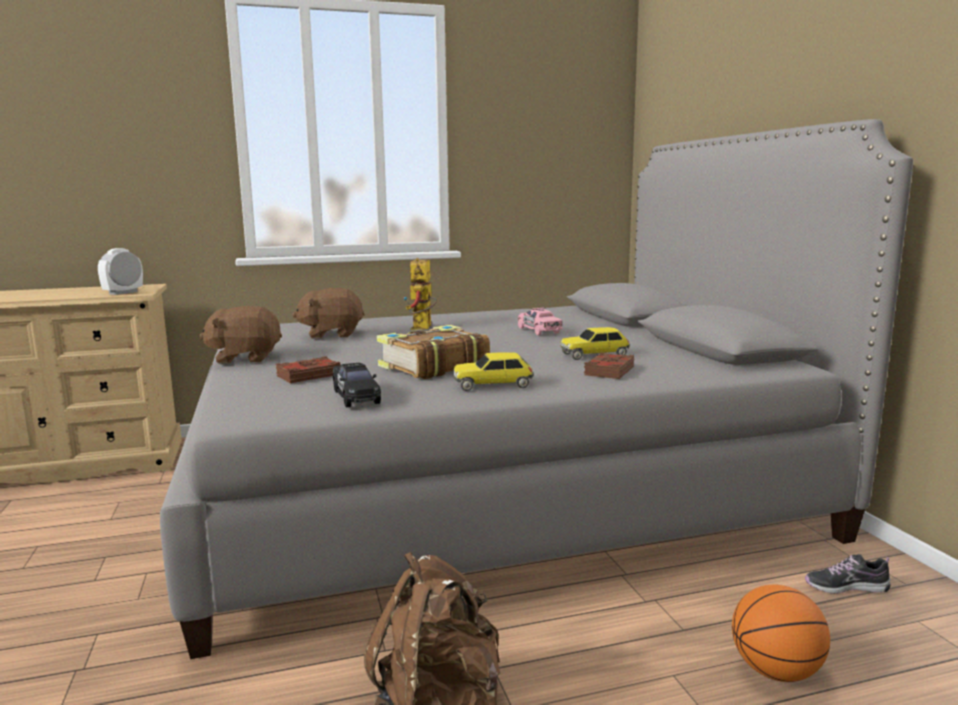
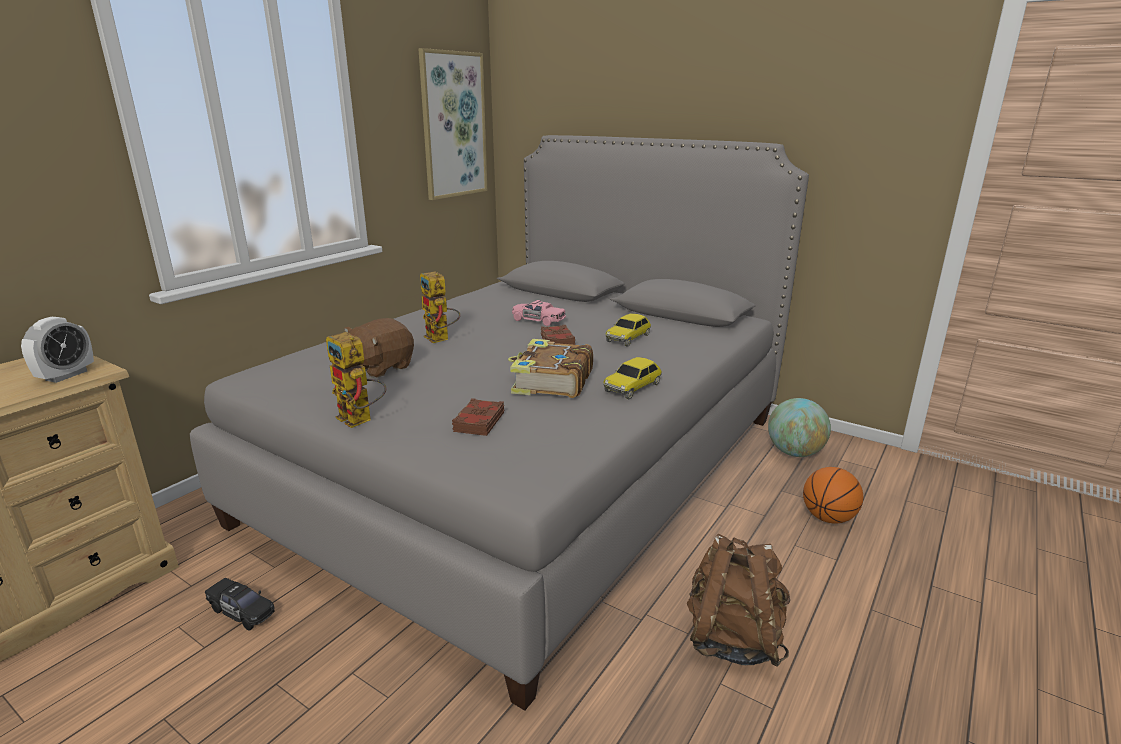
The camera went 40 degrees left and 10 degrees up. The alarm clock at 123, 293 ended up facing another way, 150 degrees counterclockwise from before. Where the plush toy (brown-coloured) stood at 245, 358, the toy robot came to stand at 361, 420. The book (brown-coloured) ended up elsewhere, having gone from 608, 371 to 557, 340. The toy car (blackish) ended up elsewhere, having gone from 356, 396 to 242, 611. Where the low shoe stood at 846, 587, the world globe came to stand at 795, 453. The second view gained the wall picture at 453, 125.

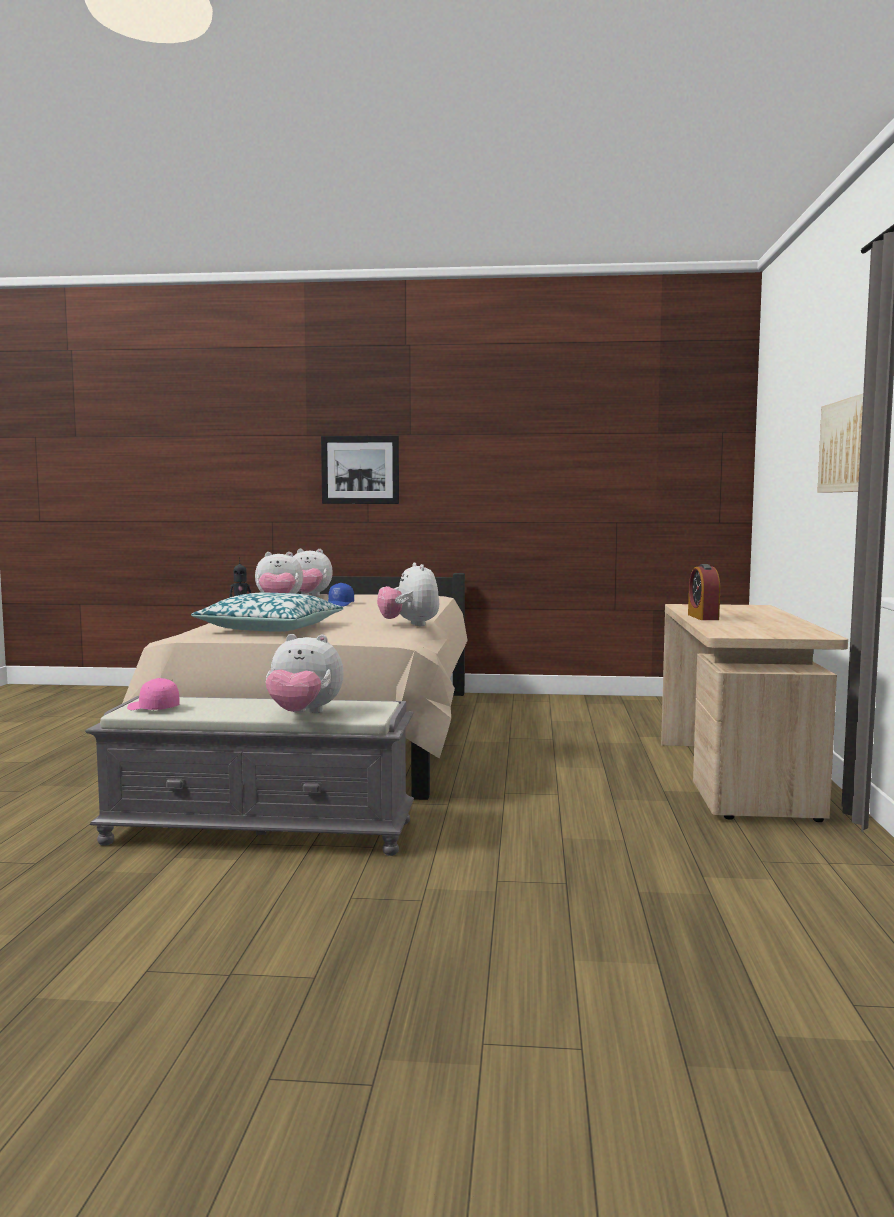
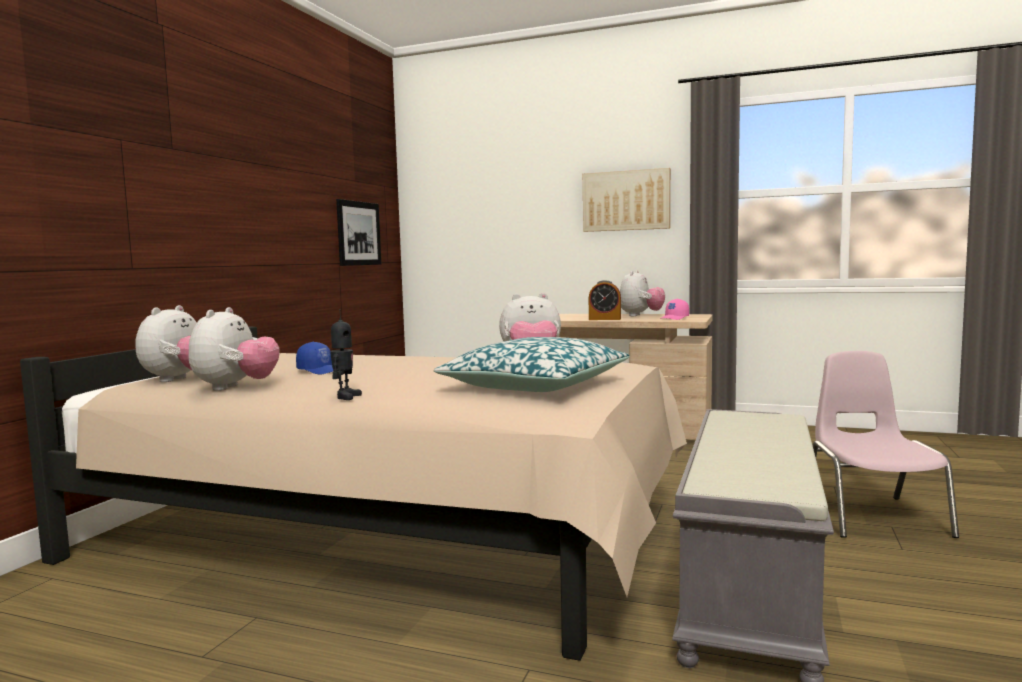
The camera went 75 degrees left and 0 degrees up. The wall picture ended up elsewhere, having gone from 360, 470 to 359, 233. The plush toy ended up elsewhere, having gone from 303, 714 to 640, 315. The cap (pink-coloured) ended up elsewhere, having gone from 152, 708 to 674, 318. The second view gained the plain chair (pink-coloured) at 873, 516.

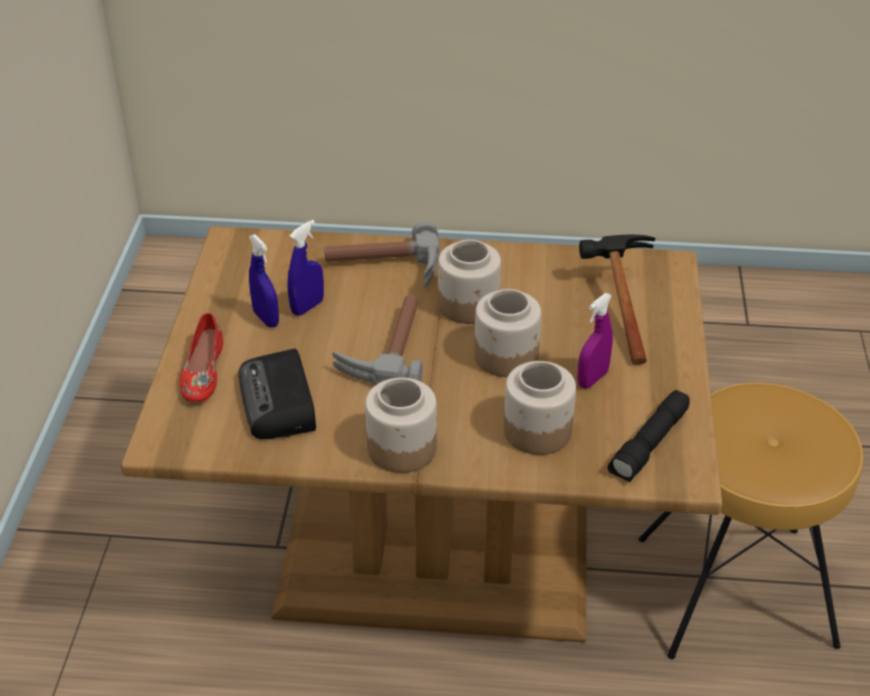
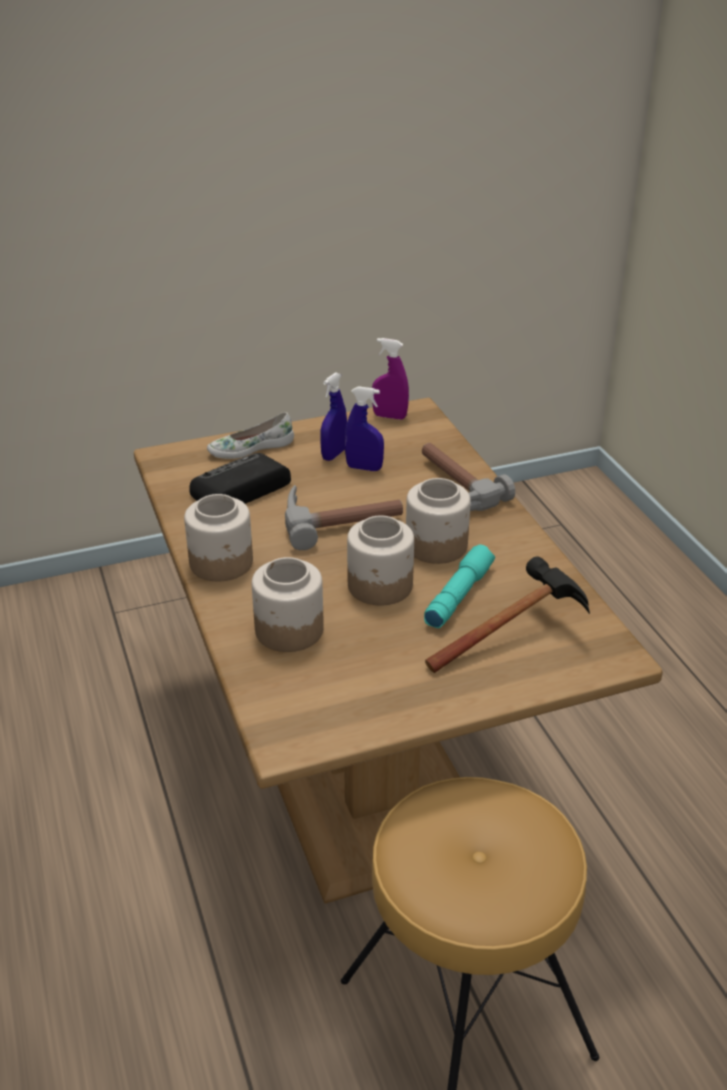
The camera went 65 degrees right and 5 degrees down. The hand sprayer (purplish) ended up elsewhere, having gone from 592, 379 to 389, 416. What was the low shoe (red) at 202, 372 turned into the low shoe (white-coloured) at 251, 447. The second view lost the flashlight (blackish) at 650, 445. The second view gained the flashlight (blue-green) at 458, 595.

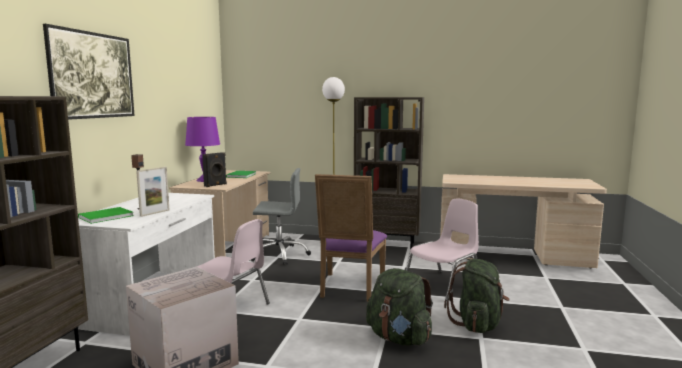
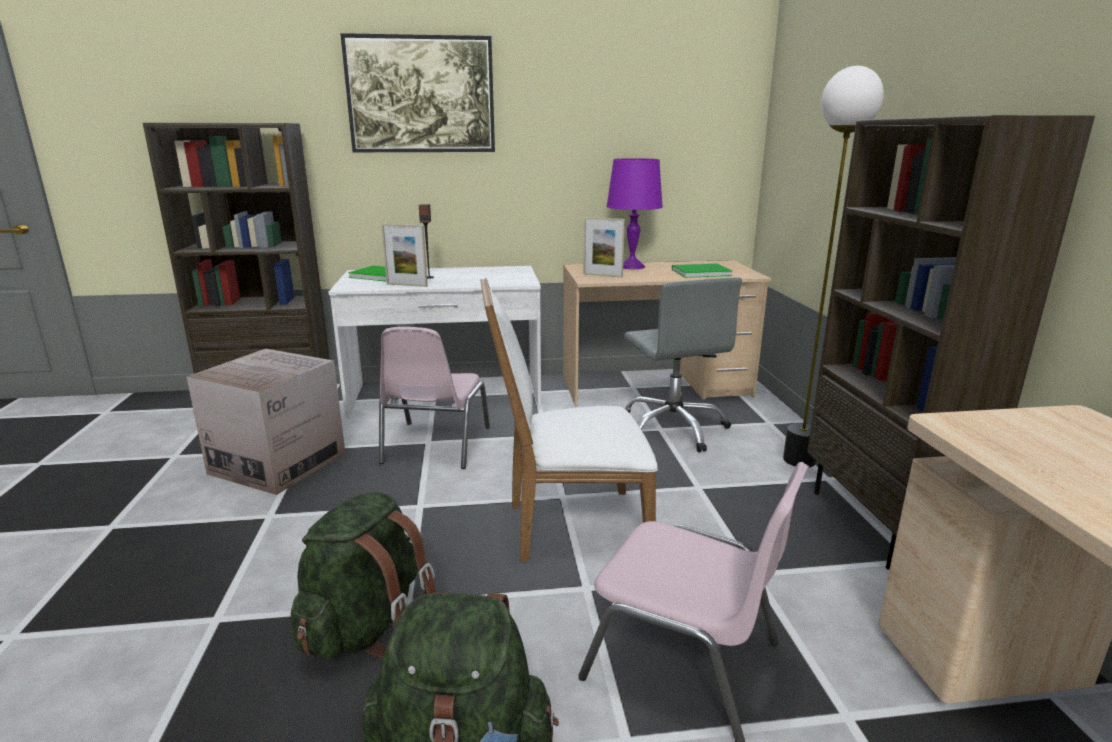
The camera went 70 degrees right and 10 degrees up. Where the audio speaker (blackish) stood at 215, 185, the picture frame came to stand at 602, 275. What was the plain chair (purplish) at 350, 289 turned into the plain chair (white-coloured) at 568, 527.

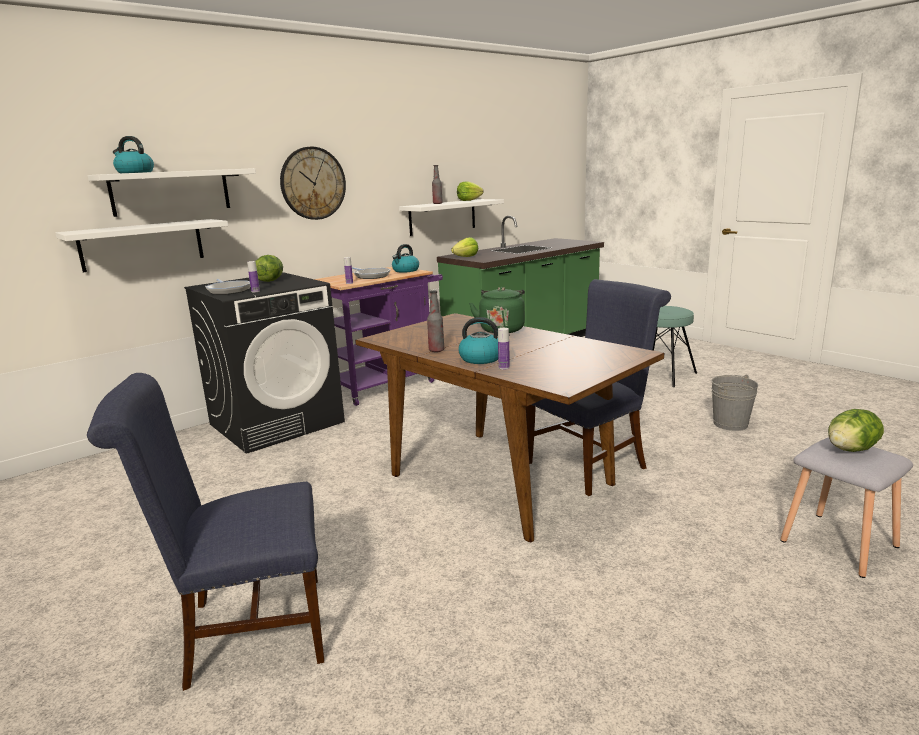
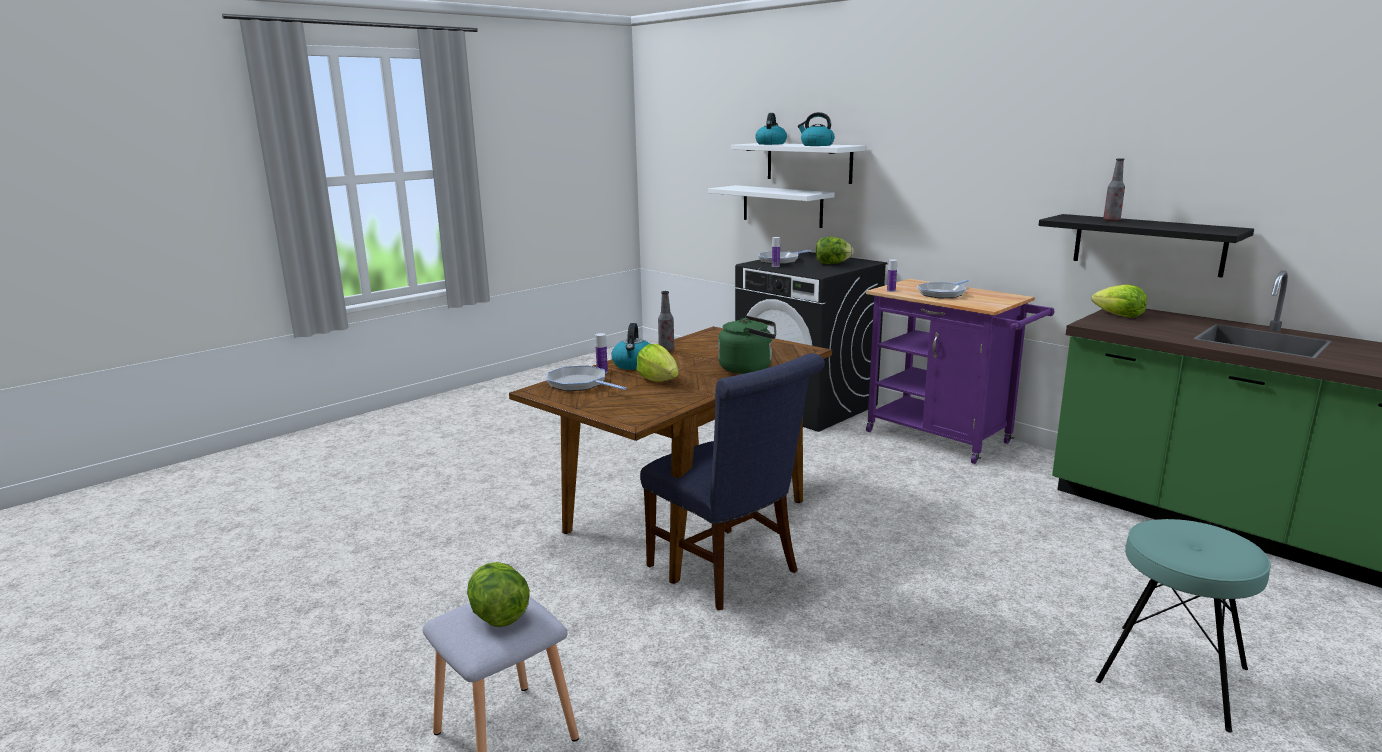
The camera went 85 degrees right and 0 degrees up. The second view lost the clock on the wall at 313, 183. The head of lettuce ended up elsewhere, having gone from 469, 200 to 659, 380. What was the wall shelf (white-coloured) at 442, 217 turned into the wall shelf (blackish) at 1147, 244. The kettle ended up elsewhere, having gone from 405, 270 to 816, 145. The second view lost the plain chair (blue) at 245, 632. The second view lost the pail (grey) at 730, 424. The second view gained the pan at 579, 384.

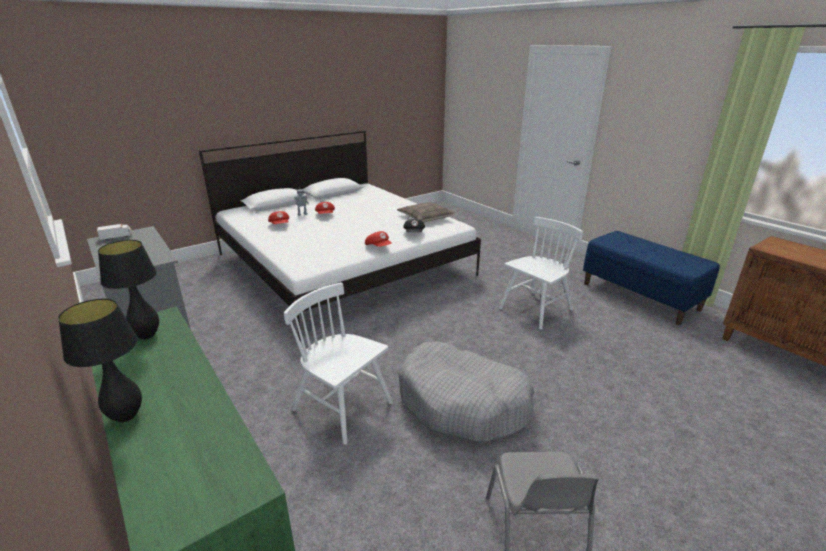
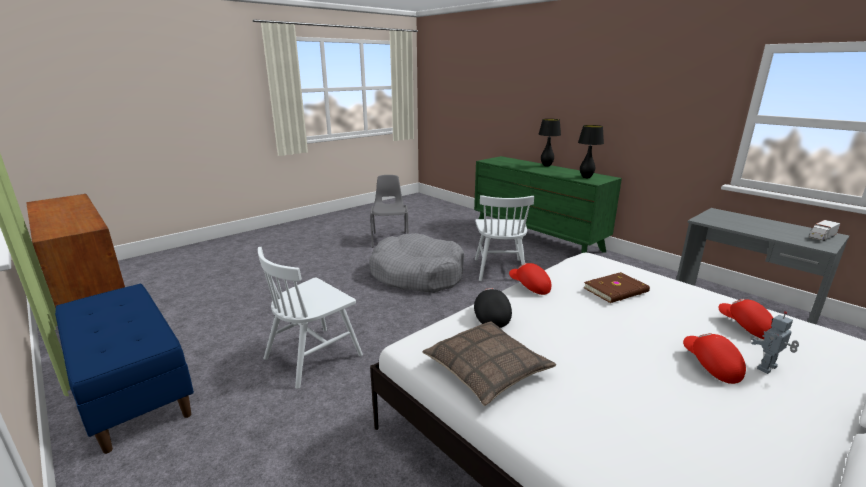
The camera went 175 degrees right and 5 degrees down. The plain chair (white-coloured) at 342, 407 ended up facing another way, 60 degrees clockwise from before. The second view gained the book (brown-coloured) at 616, 290.

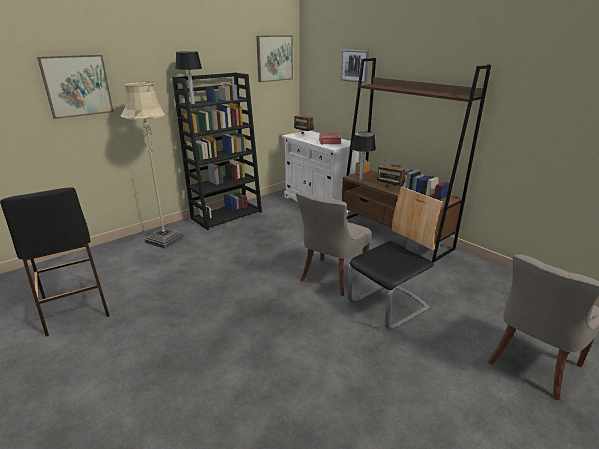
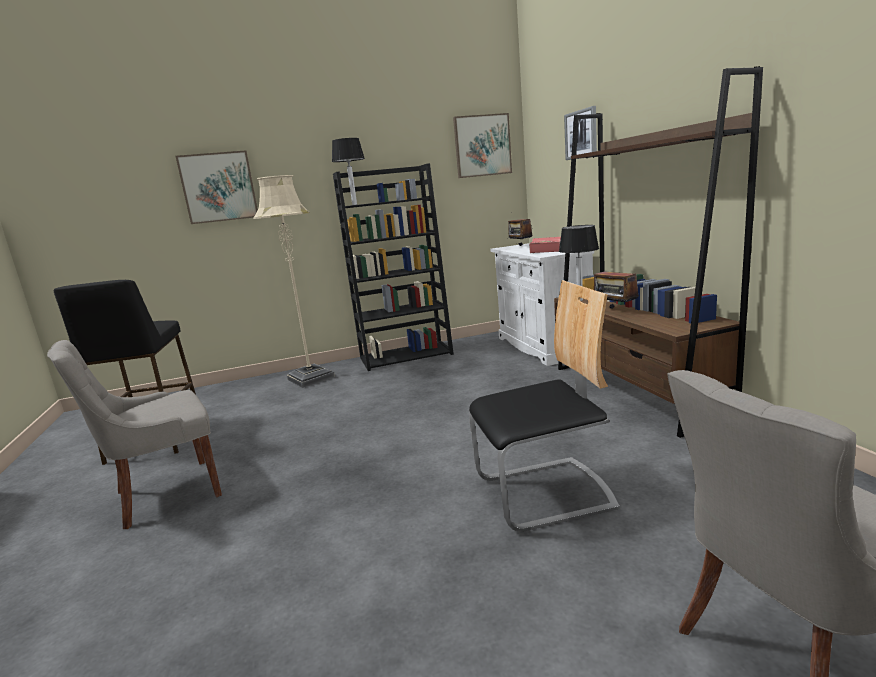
The camera went 25 degrees right and 10 degrees down. The plain chair (grey) ended up elsewhere, having gone from 331, 277 to 165, 494.

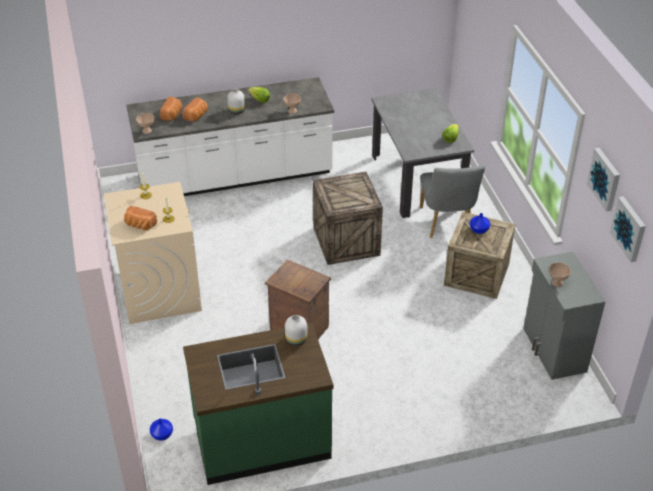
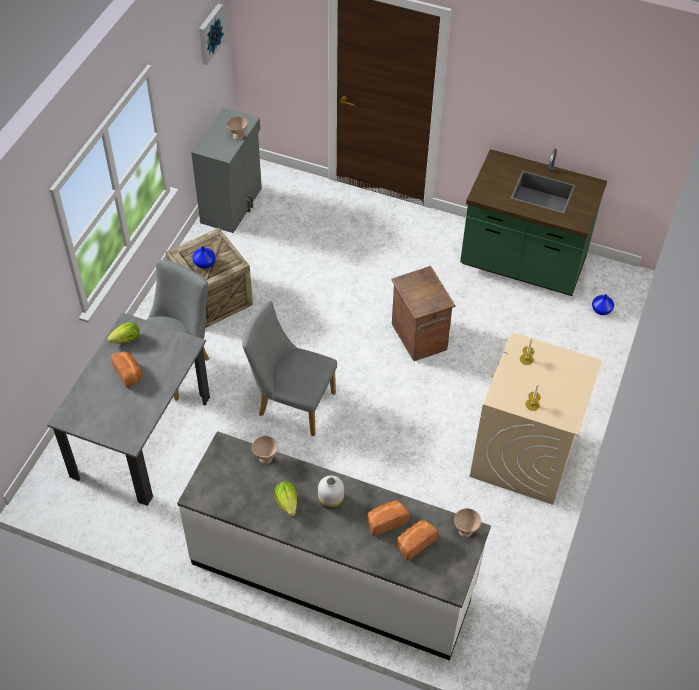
The camera went 145 degrees left and 10 degrees up. The second view lost the wall picture at 605, 179. Where the shipping crate stood at 347, 241, the plain chair (grey) came to stand at 291, 403. The baked bread ended up elsewhere, having gone from 140, 225 to 129, 373. The second view lost the flower vase (white-coloured) at 296, 339.

